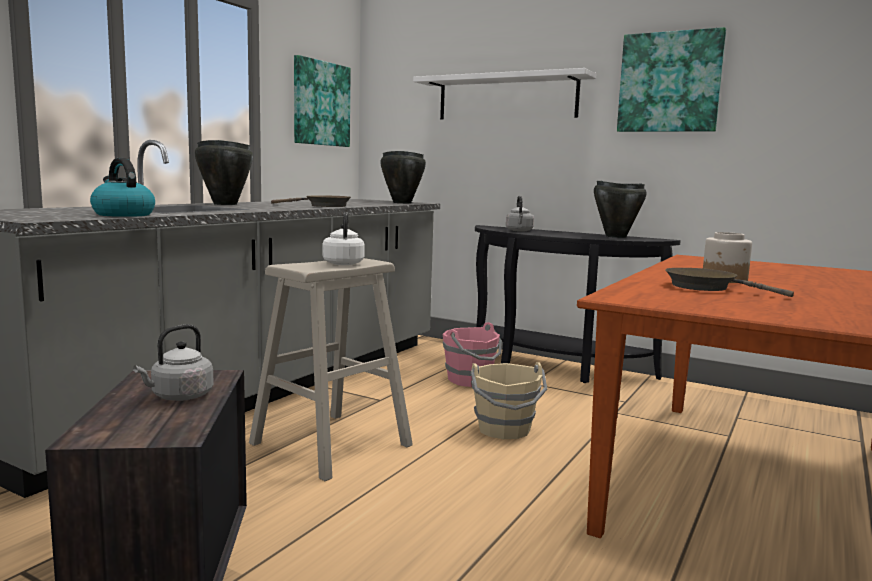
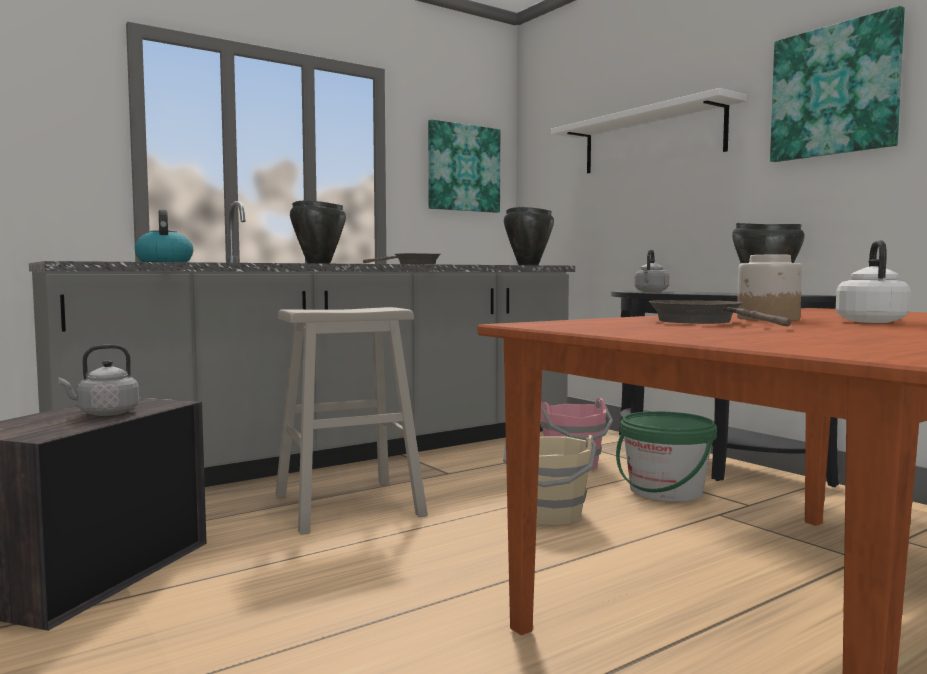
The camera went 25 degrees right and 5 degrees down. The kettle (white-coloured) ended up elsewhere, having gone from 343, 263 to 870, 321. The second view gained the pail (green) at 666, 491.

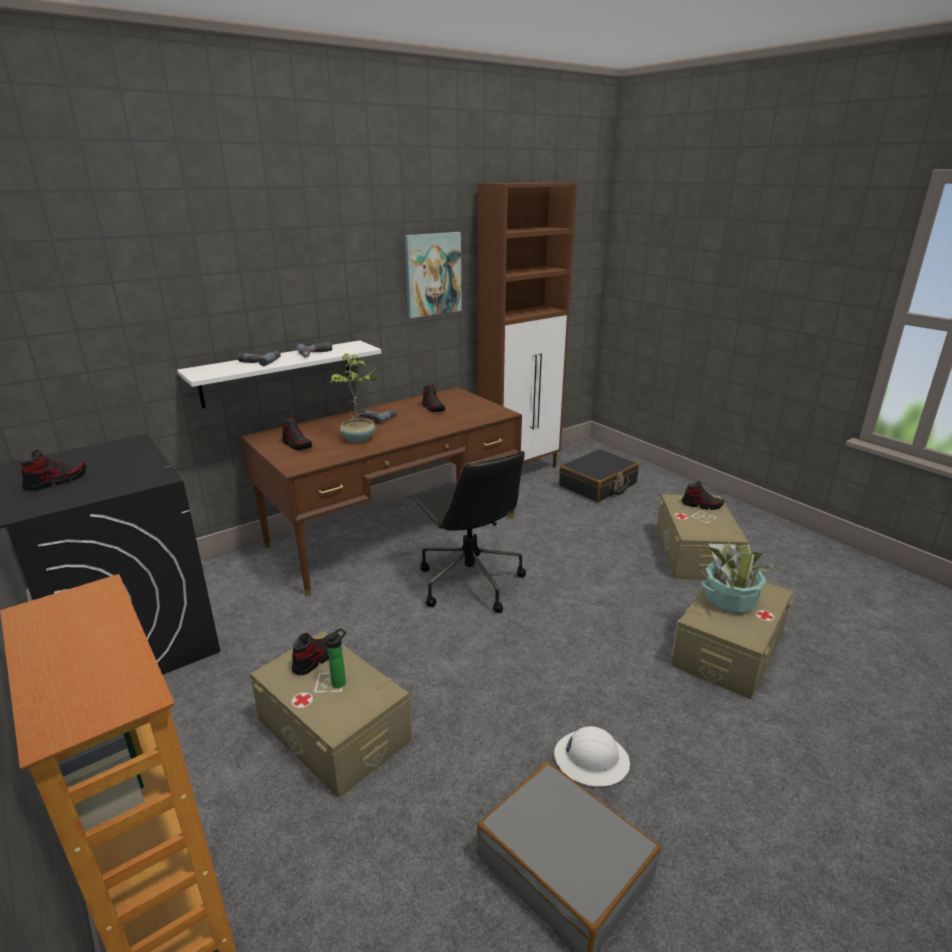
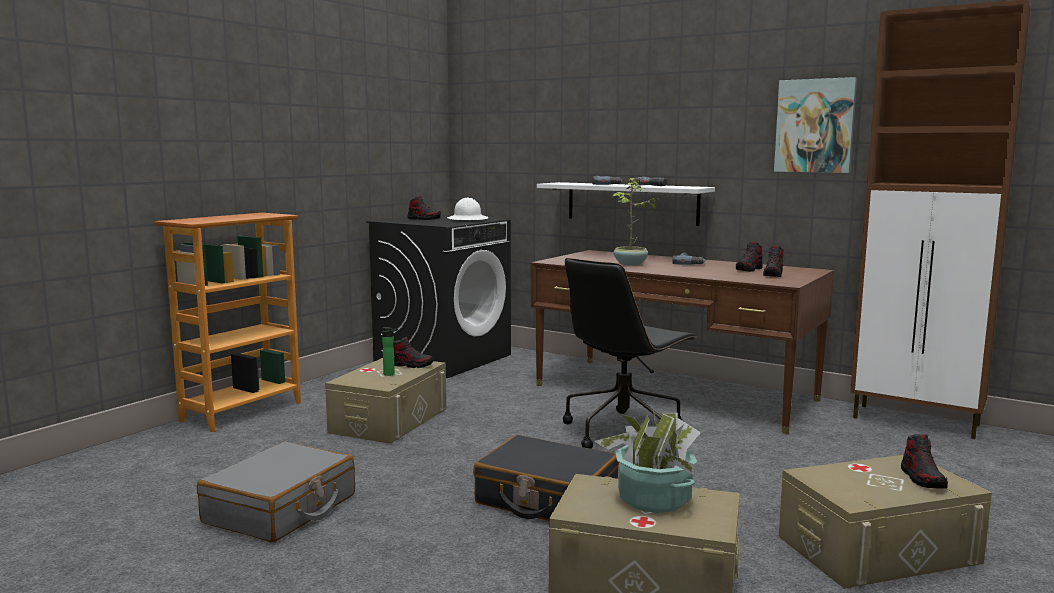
The camera went 70 degrees right and 15 degrees down. The low shoe ended up elsewhere, having gone from 297, 445 to 773, 274. The piece of luggage (blackish) ended up elsewhere, having gone from 598, 485 to 546, 499. The work helmet (white-coloured) ended up elsewhere, having gone from 591, 759 to 468, 219.

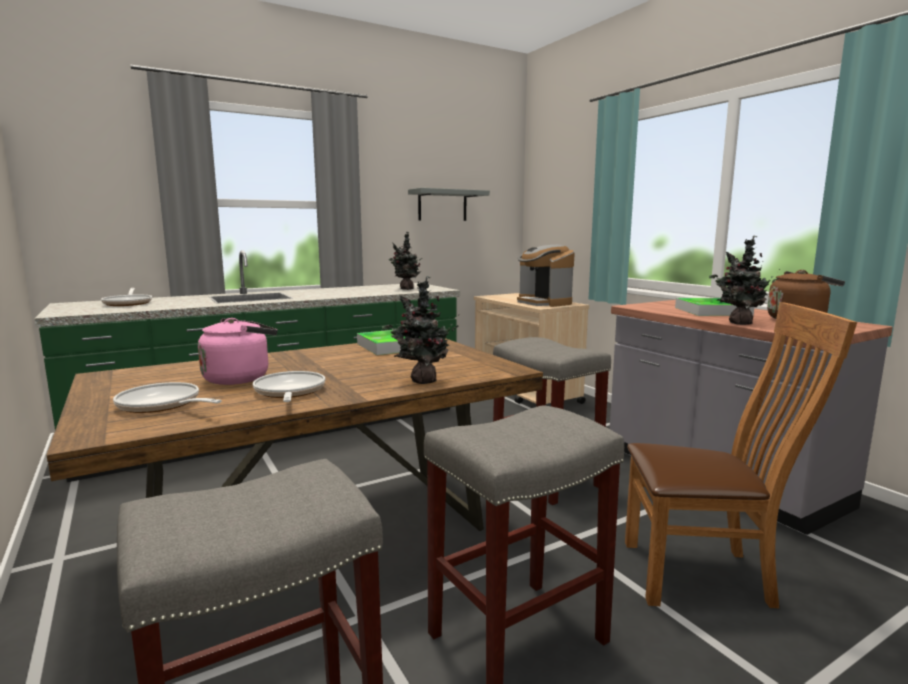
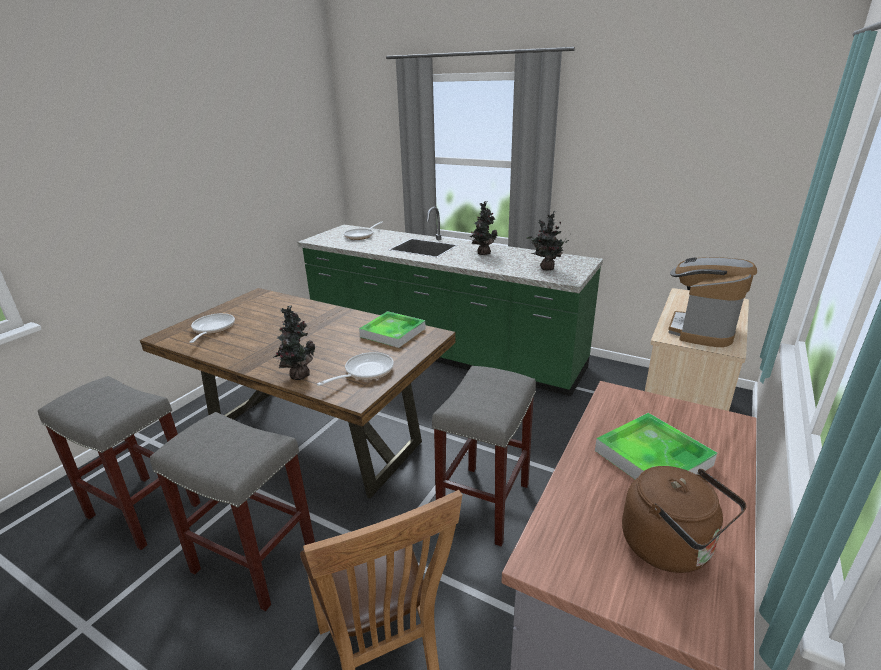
The camera went 60 degrees right and 15 degrees up. The second view lost the wall shelf (grey) at 442, 205. The houseplant ended up elsewhere, having gone from 738, 323 to 482, 253. The second view lost the kettle (pink-coloured) at 240, 378. The pan ended up elsewhere, having gone from 289, 392 to 365, 372.

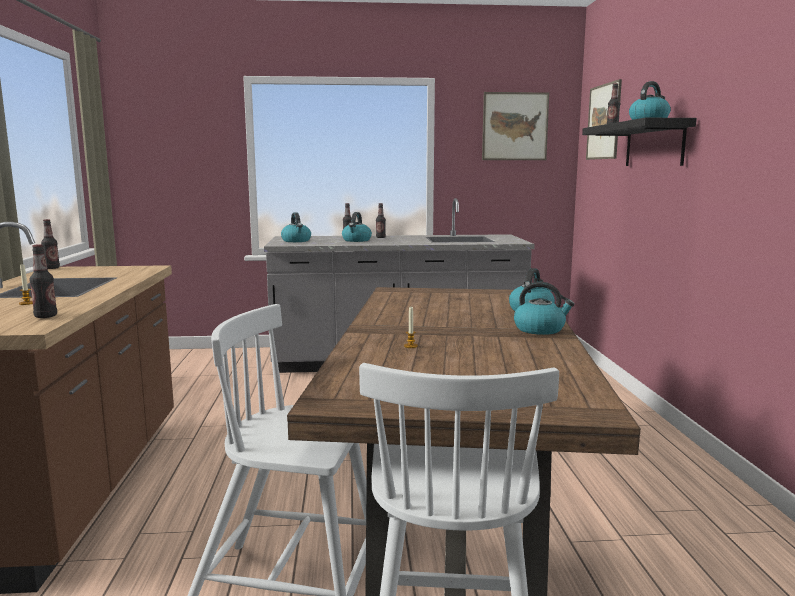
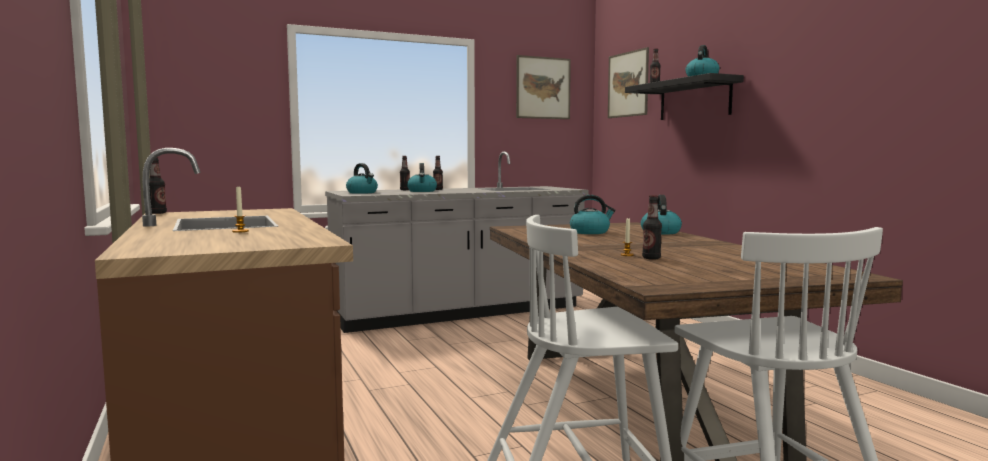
The camera went 20 degrees left and 5 degrees down. The drink bottle ended up elsewhere, having gone from 46, 316 to 651, 258. The kettle ended up elsewhere, having gone from 540, 329 to 590, 232.

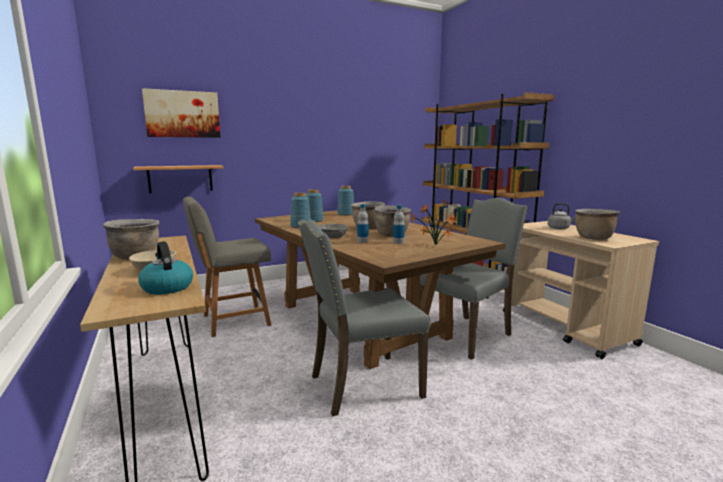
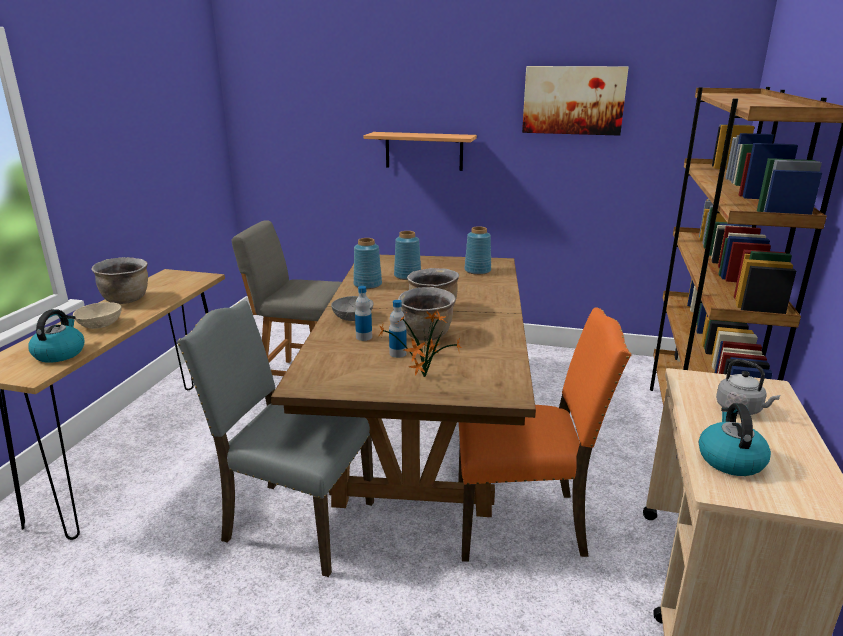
The camera went 40 degrees right and 10 degrees up. The wall picture ended up elsewhere, having gone from 182, 114 to 573, 100. The wall shelf ended up elsewhere, having gone from 180, 178 to 424, 151. What was the plain chair (grey) at 467, 334 turned into the plain chair (orangey) at 522, 522. Where the cooking pot (brown-coloured) stood at 593, 238, the kettle came to stand at 729, 459.

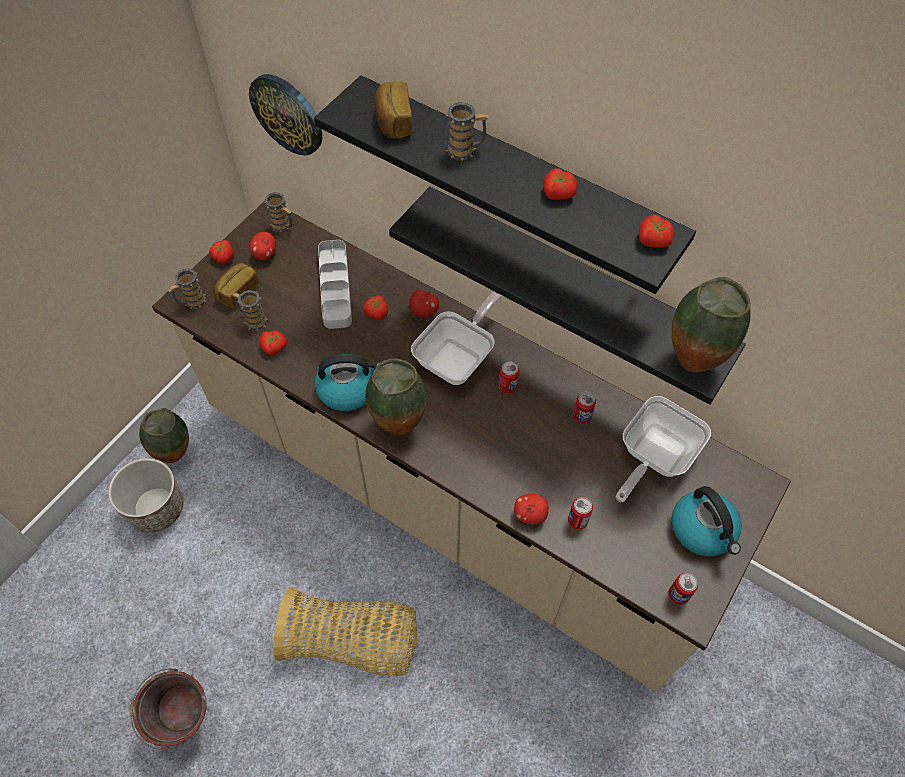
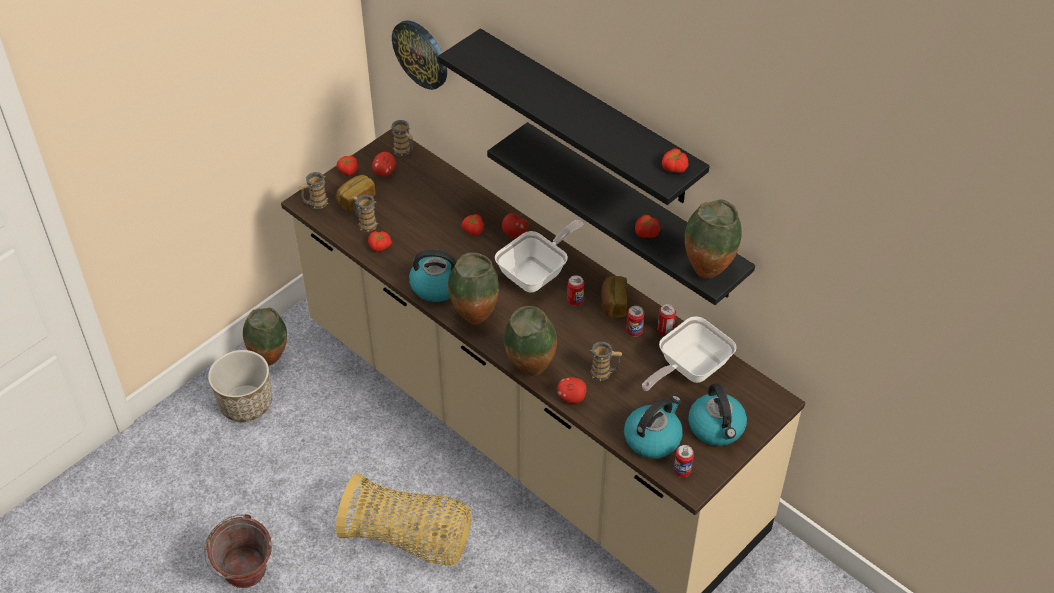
The camera went 10 degrees right and 10 degrees down. The baked bread ended up elsewhere, having gone from 393, 122 to 613, 304. The tea mug ended up elsewhere, having gone from 466, 151 to 604, 373. The tomato ended up elsewhere, having gone from 557, 193 to 646, 233. The second view lost the serving tray (grey) at 335, 287. The sealed can ended up elsewhere, having gone from 577, 520 to 665, 329. The second view gained the flower vase at 530, 372. The second view gained the kettle at 652, 438.

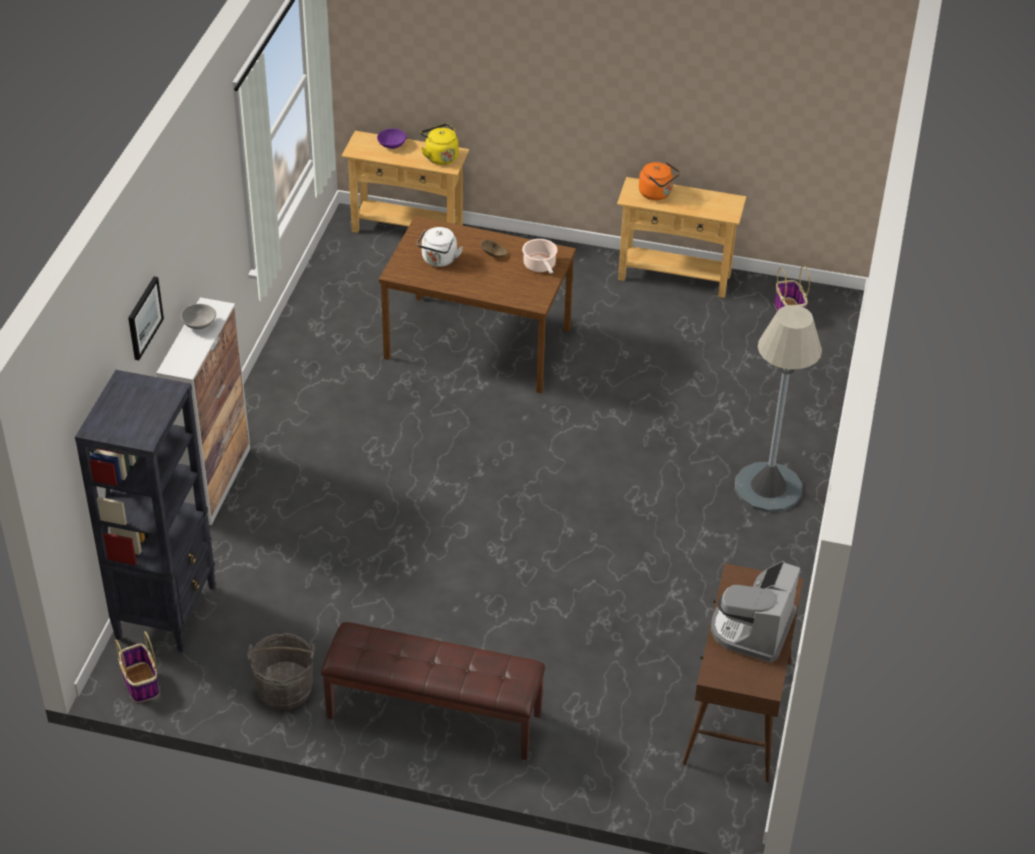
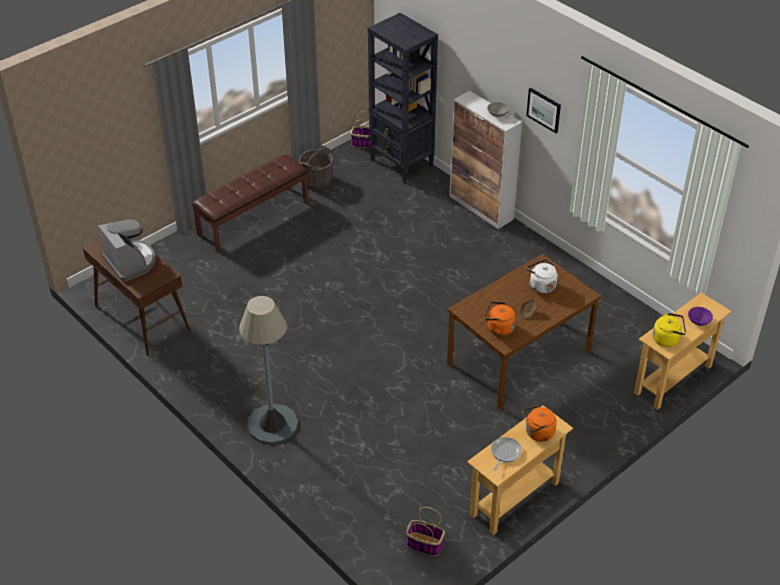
The camera went 125 degrees right and 0 degrees up. Where the cooking pot stood at 540, 266, the kettle (orangey) came to stand at 498, 328. The wall picture ended up elsewhere, having gone from 144, 317 to 544, 110. The second view gained the pan at 504, 453.

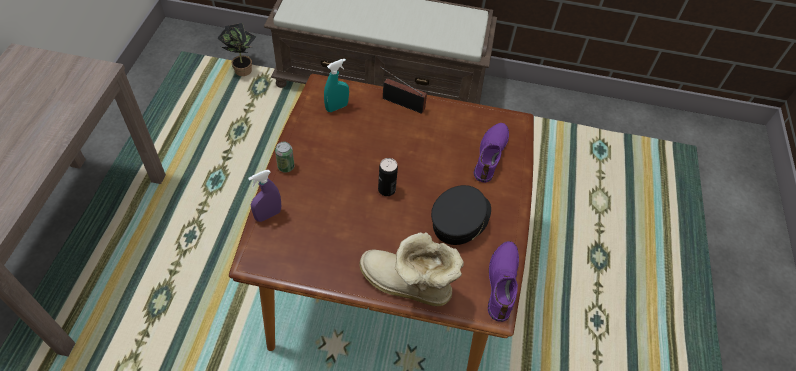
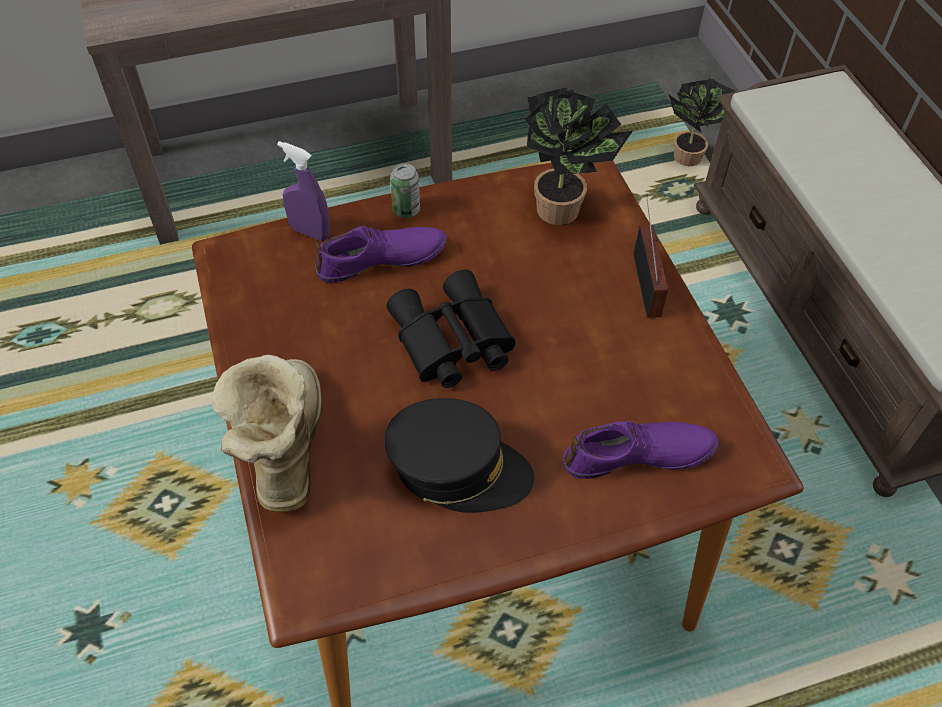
The camera went 65 degrees right and 0 degrees up. Where the hand sprayer (blue-green) stood at 337, 107, the houseplant came to stand at 564, 210. Where the sealed can stood at 386, 189, the field glasses (blackish) came to stand at 450, 342. The low shoe (purplish) ended up elsewhere, having gone from 503, 283 to 382, 261.

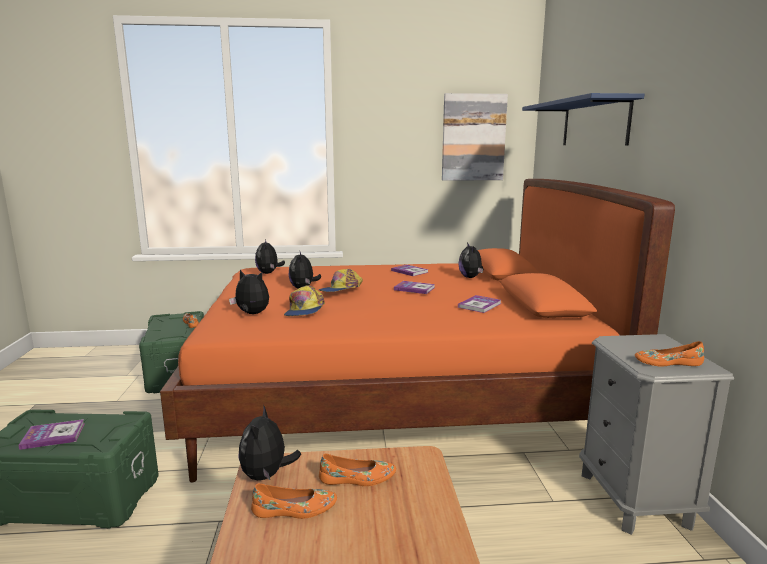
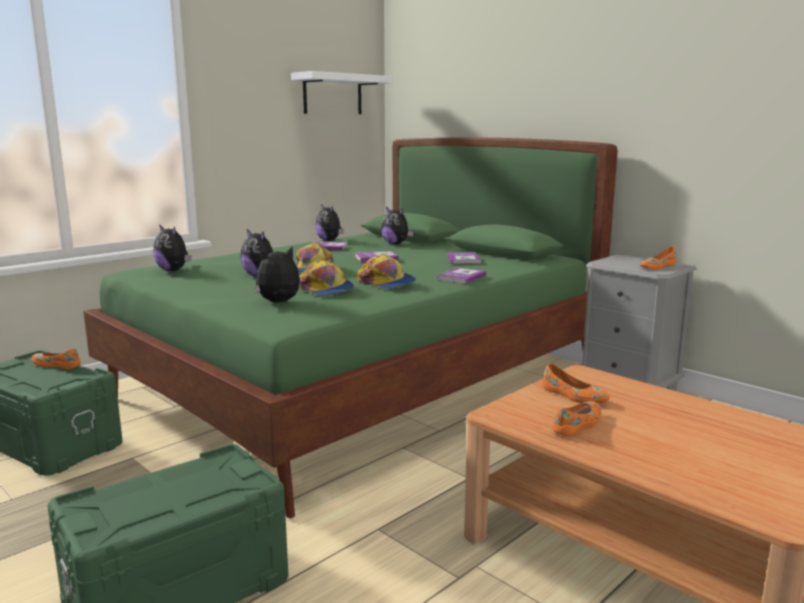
The camera went 40 degrees left and 0 degrees up. Where the wall picture hung at 473, 137, the wall shelf (white-coloured) came to hang at 332, 94. The second view lost the wall shelf (blue) at 594, 123. What was the bed (orangey) at 396, 396 turned into the bed (green) at 363, 385. The plush toy ended up elsewhere, having gone from 267, 475 to 330, 241. The book ended up elsewhere, having gone from 53, 436 to 461, 277. The low shoe (orangey) at 357, 479 ended up facing another way, 90 degrees clockwise from before. The second view gained the cap at 386, 282.

